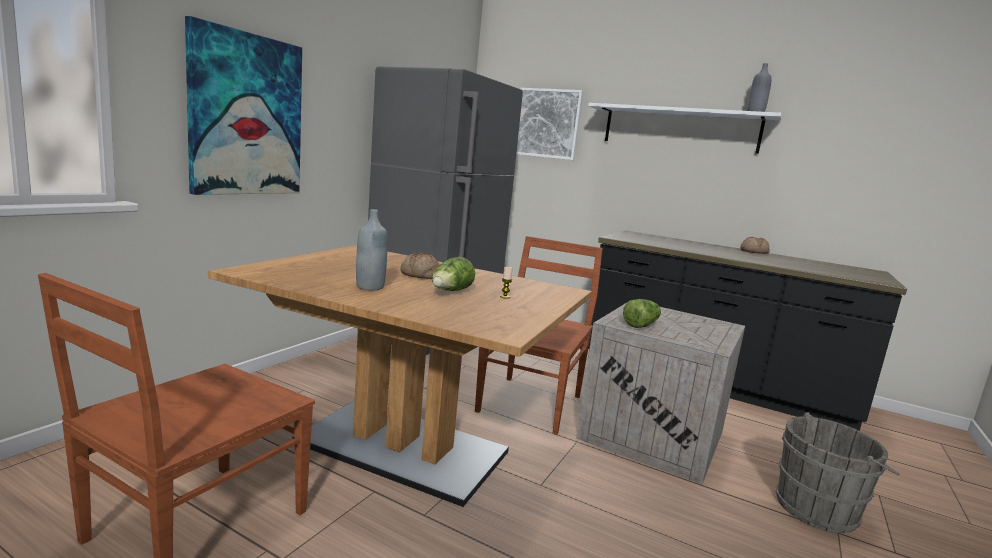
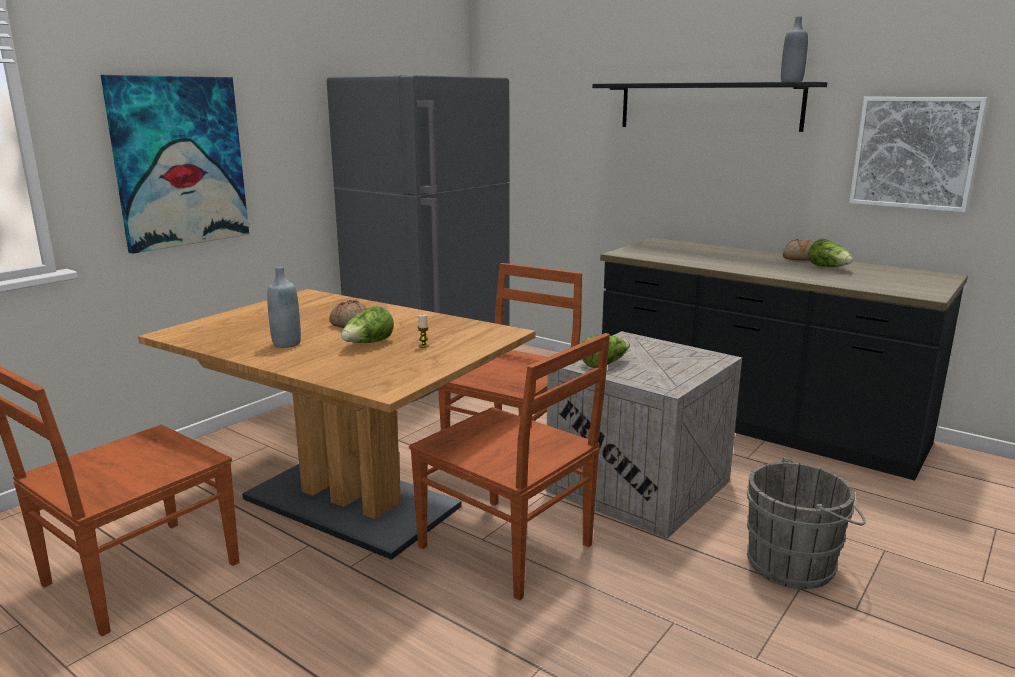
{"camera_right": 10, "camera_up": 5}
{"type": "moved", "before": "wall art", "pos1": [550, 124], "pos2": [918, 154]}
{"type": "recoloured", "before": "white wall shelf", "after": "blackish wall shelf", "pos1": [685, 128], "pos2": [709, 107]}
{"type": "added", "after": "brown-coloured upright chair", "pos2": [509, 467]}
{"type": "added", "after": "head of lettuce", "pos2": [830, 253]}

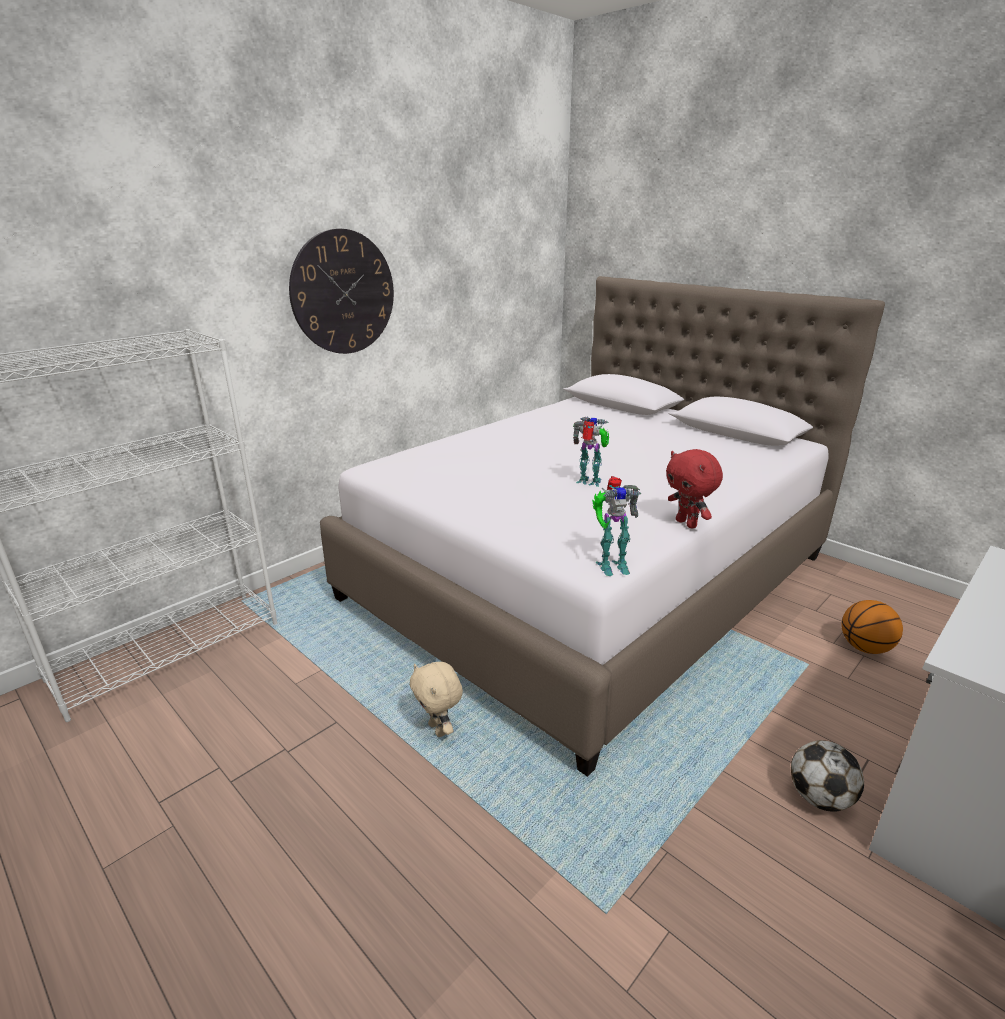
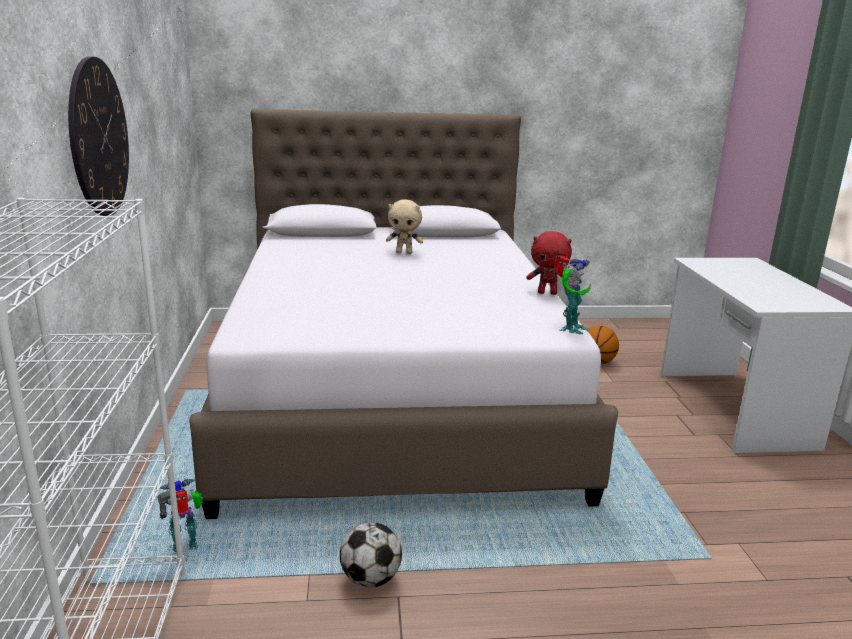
{"camera_right": -50, "camera_up": -5}
{"type": "moved", "before": "sand-coloured cuddly toy", "pos1": [436, 699], "pos2": [404, 227]}
{"type": "moved", "before": "toy robot", "pos1": [591, 452], "pos2": [180, 516]}
{"type": "moved", "before": "football", "pos1": [827, 776], "pos2": [371, 554]}

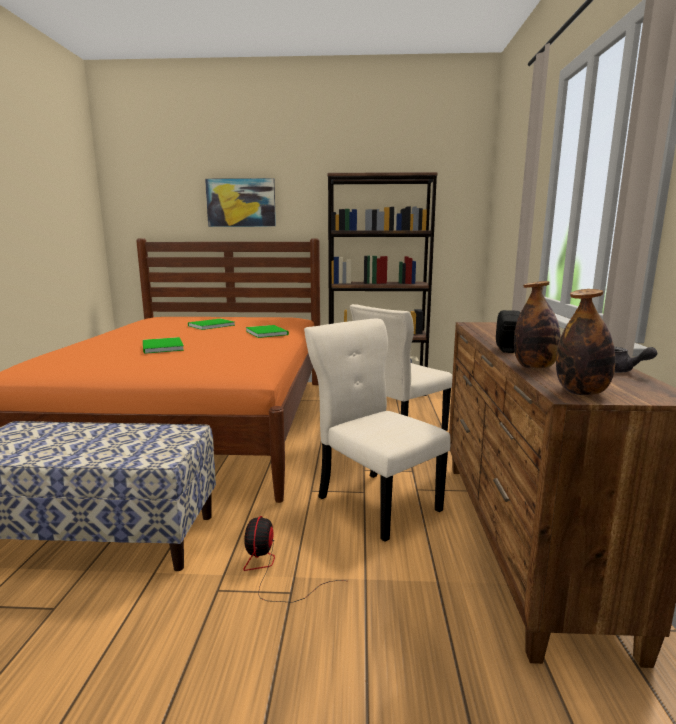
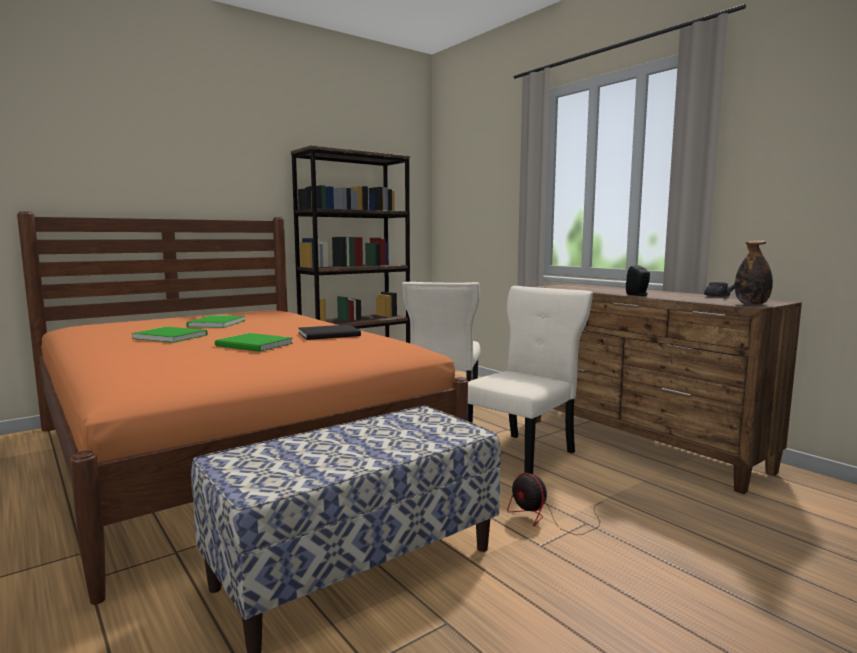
{"camera_right": -40, "camera_up": -5}
{"type": "removed", "before": "wall art", "pos1": [240, 202]}
{"type": "moved", "before": "greenish bound book", "pos1": [267, 331], "pos2": [169, 335]}
{"type": "turned", "before": "sand-coloured upright chair", "pos1": [377, 430], "pos2": [530, 380], "turn": 120}
{"type": "removed", "before": "drink bottle", "pos1": [537, 325]}
{"type": "added", "after": "blackish bound book", "pos2": [330, 332]}

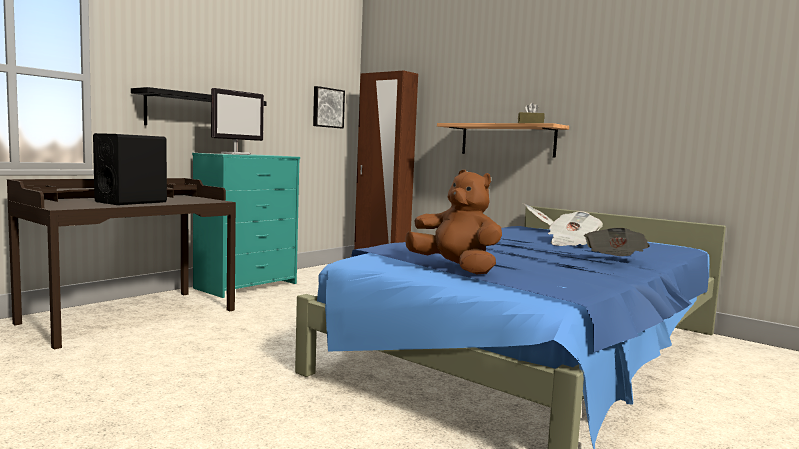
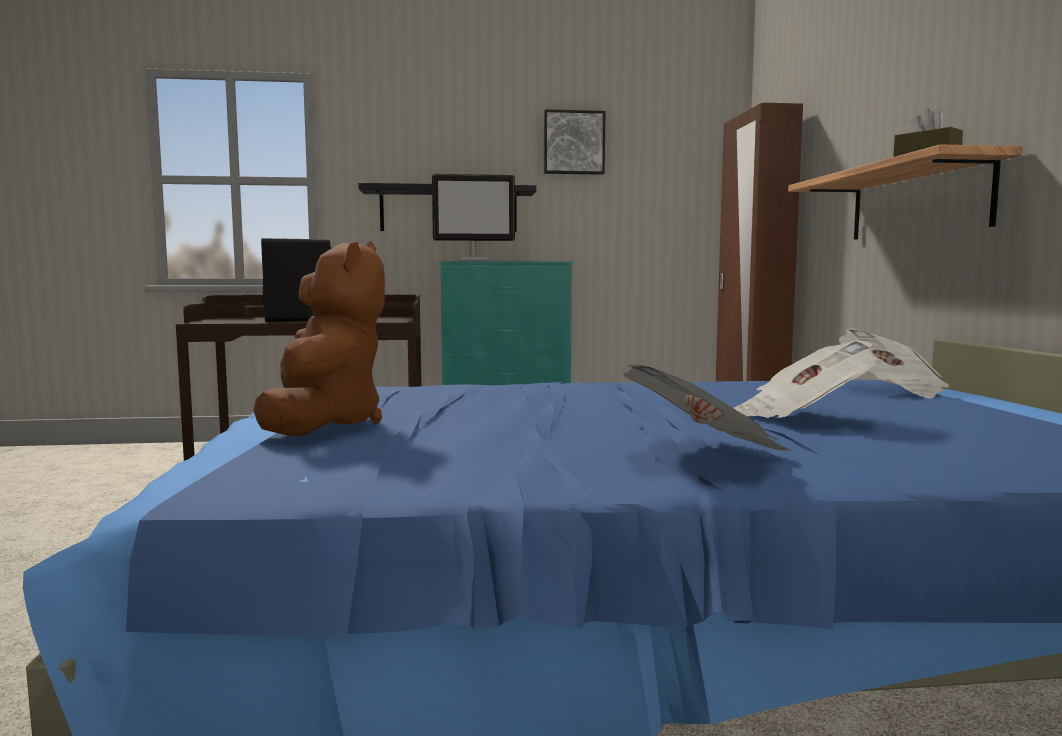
{"camera_right": 45, "camera_up": 0}
{"type": "moved", "before": "wall art", "pos1": [329, 107], "pos2": [574, 142]}

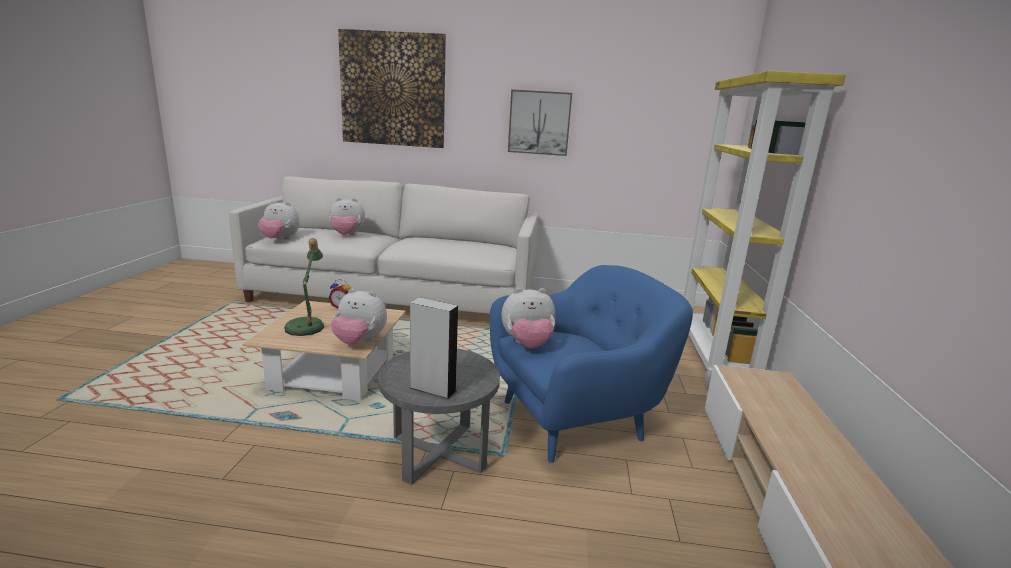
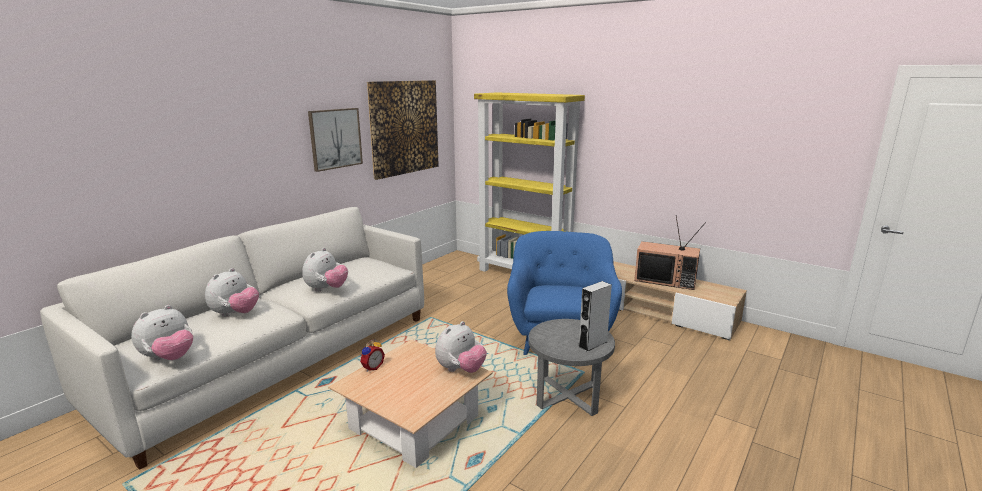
{"camera_right": -60, "camera_up": 0}
{"type": "removed", "before": "tabletop lamp", "pos1": [304, 287]}
{"type": "moved", "before": "wall art", "pos1": [392, 88], "pos2": [403, 130]}
{"type": "moved", "before": "cuddly toy", "pos1": [528, 318], "pos2": [325, 270]}
{"type": "added", "after": "TV", "pos2": [670, 253]}

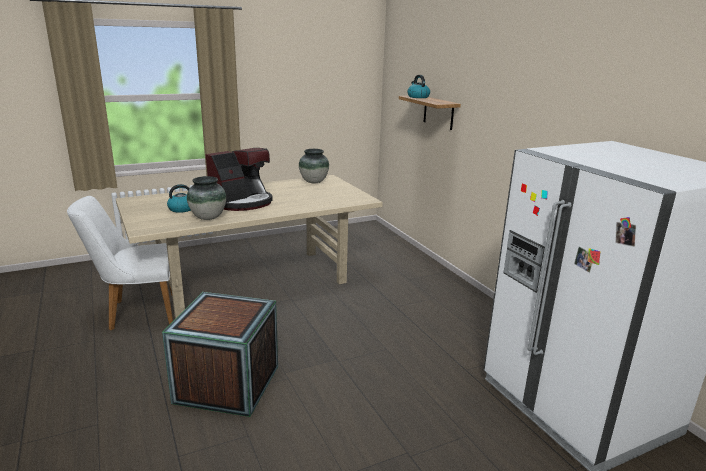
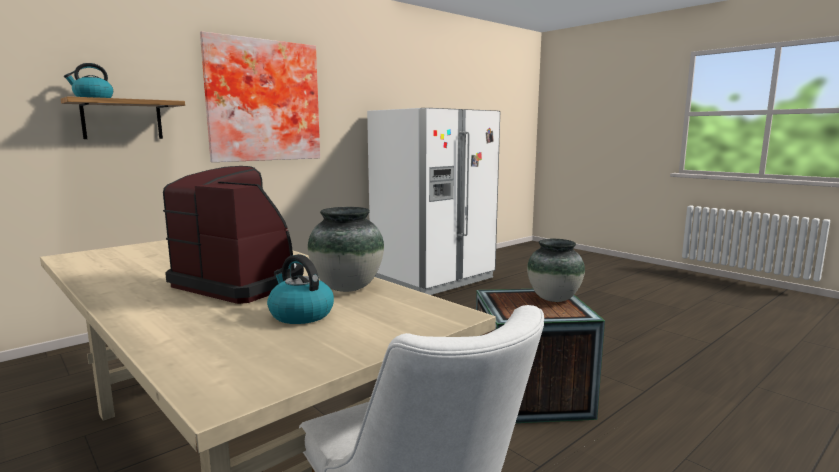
{"camera_right": -105, "camera_up": -10}
{"type": "moved", "before": "decorative vase", "pos1": [314, 166], "pos2": [556, 270]}
{"type": "added", "after": "wall art", "pos2": [260, 96]}

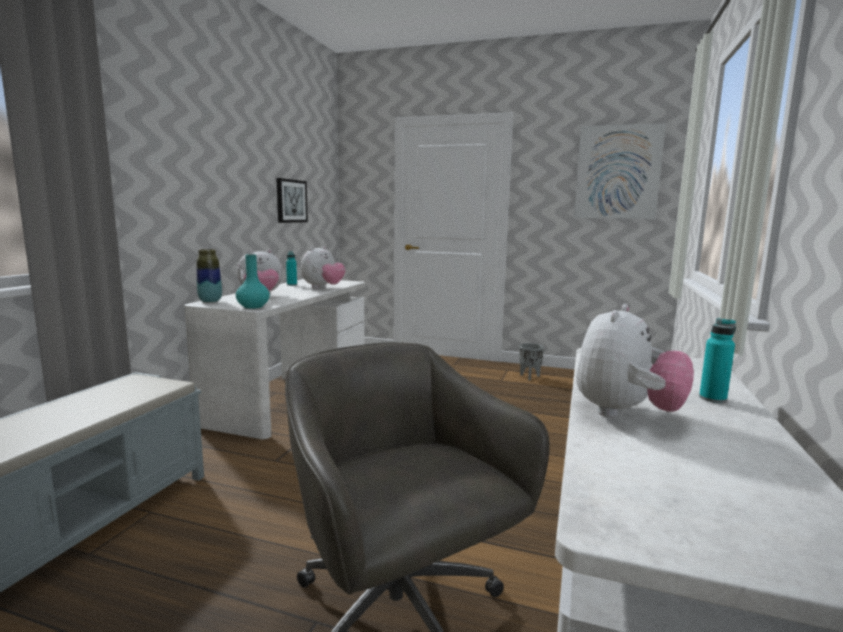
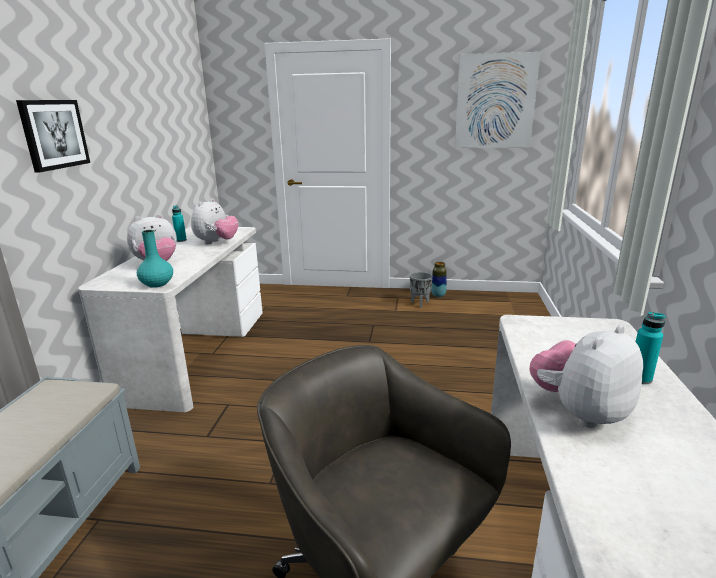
{"camera_right": -10, "camera_up": 10}
{"type": "moved", "before": "decorative vase", "pos1": [209, 276], "pos2": [439, 279]}
{"type": "moved", "before": "wall art", "pos1": [292, 200], "pos2": [53, 136]}
{"type": "turned", "before": "cuddly toy", "pos1": [635, 360], "pos2": [586, 376], "turn": -150}

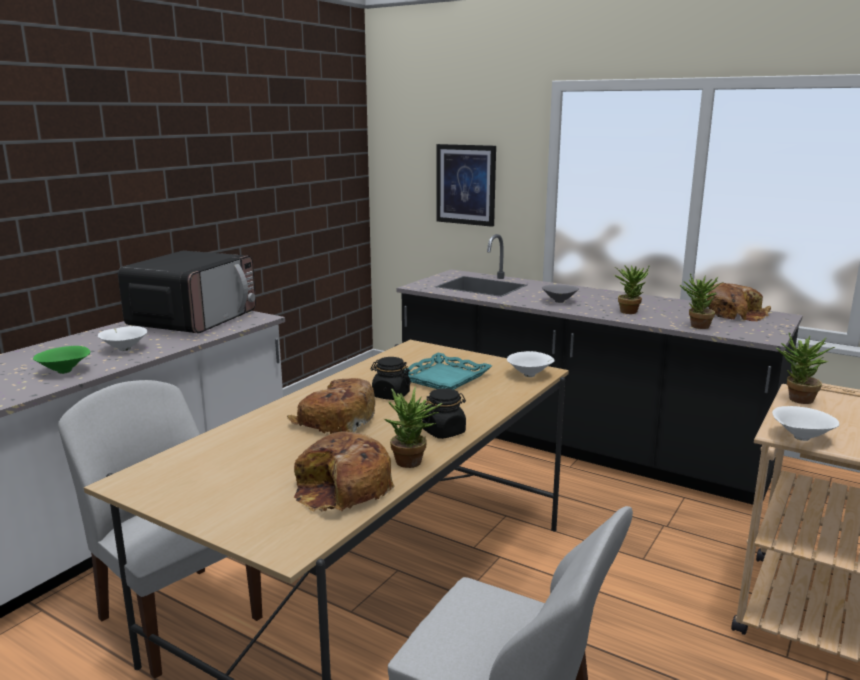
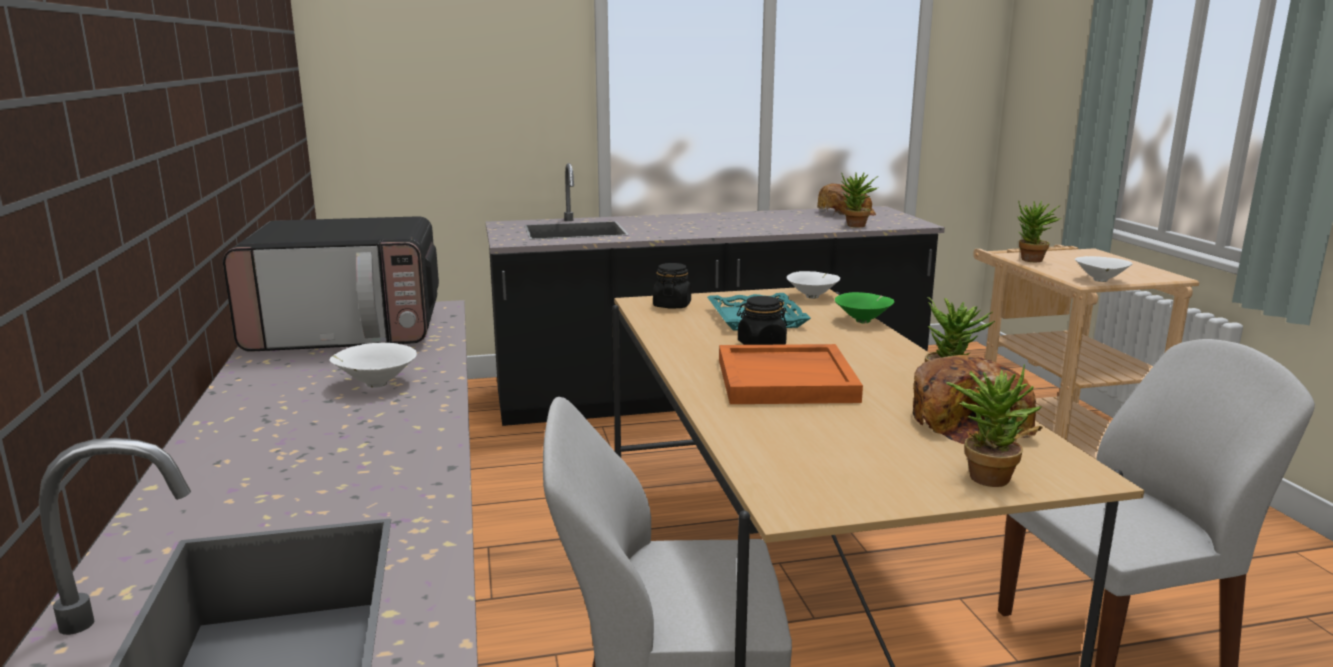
{"camera_right": -45, "camera_up": 0}
{"type": "moved", "before": "greenish deep dish", "pos1": [61, 360], "pos2": [865, 307]}
{"type": "turned", "before": "microwave oven", "pos1": [187, 292], "pos2": [331, 284], "turn": 105}
{"type": "replaced", "before": "bread", "after": "orange carrying tray", "pos1": [331, 406], "pos2": [791, 374]}
{"type": "moved", "before": "blackish jar", "pos1": [444, 413], "pos2": [672, 286]}
{"type": "removed", "before": "wall art", "pos1": [466, 185]}
{"type": "removed", "before": "grey deep dish", "pos1": [560, 294]}
{"type": "moved", "before": "plant in a pot", "pos1": [632, 289], "pos2": [994, 425]}

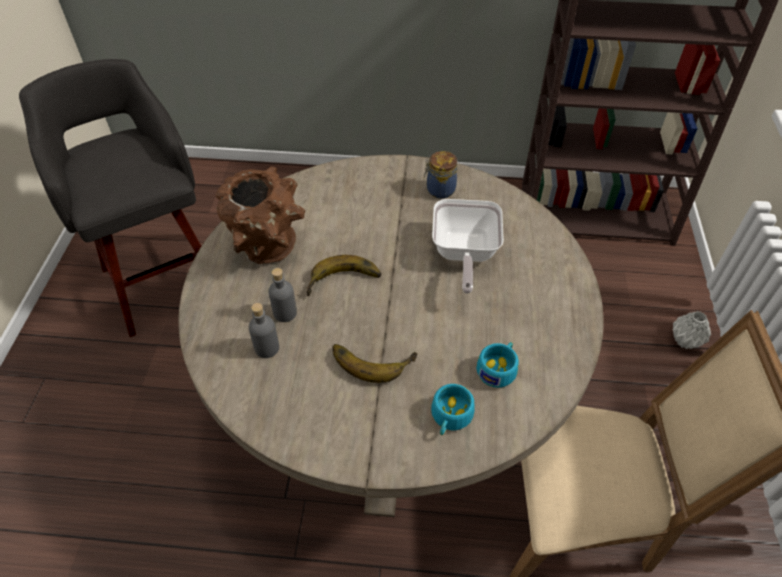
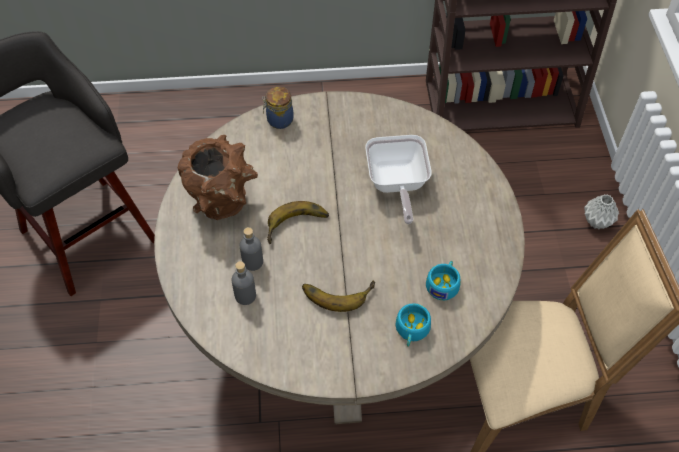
{"camera_right": -10, "camera_up": 5}
{"type": "moved", "before": "jar", "pos1": [441, 174], "pos2": [278, 108]}

